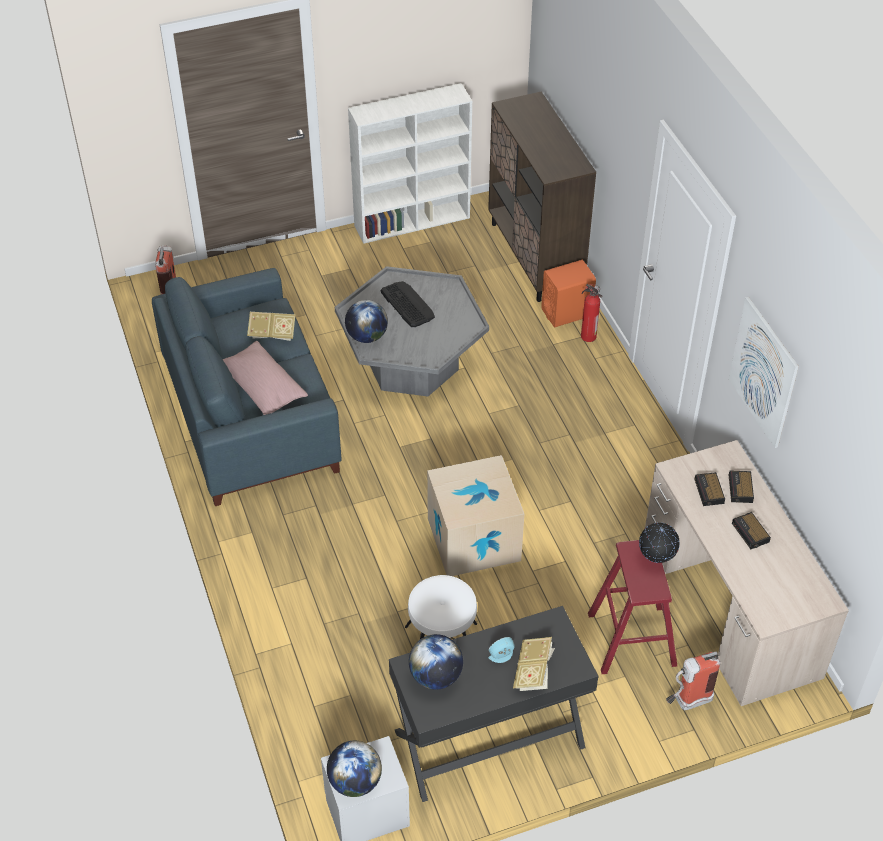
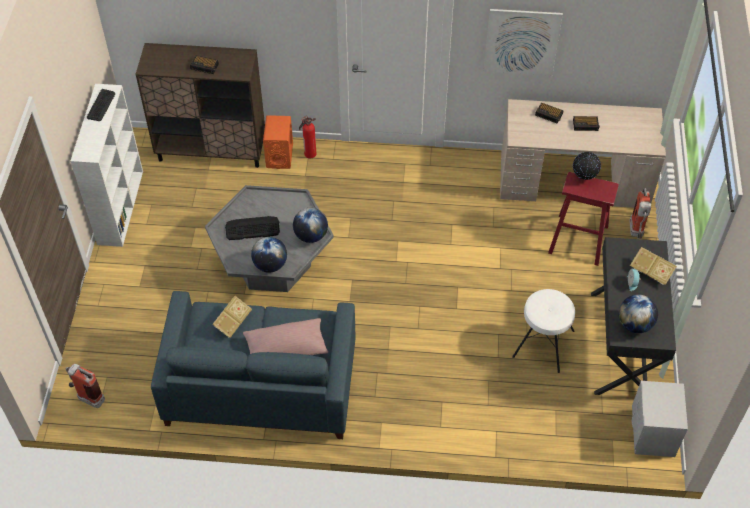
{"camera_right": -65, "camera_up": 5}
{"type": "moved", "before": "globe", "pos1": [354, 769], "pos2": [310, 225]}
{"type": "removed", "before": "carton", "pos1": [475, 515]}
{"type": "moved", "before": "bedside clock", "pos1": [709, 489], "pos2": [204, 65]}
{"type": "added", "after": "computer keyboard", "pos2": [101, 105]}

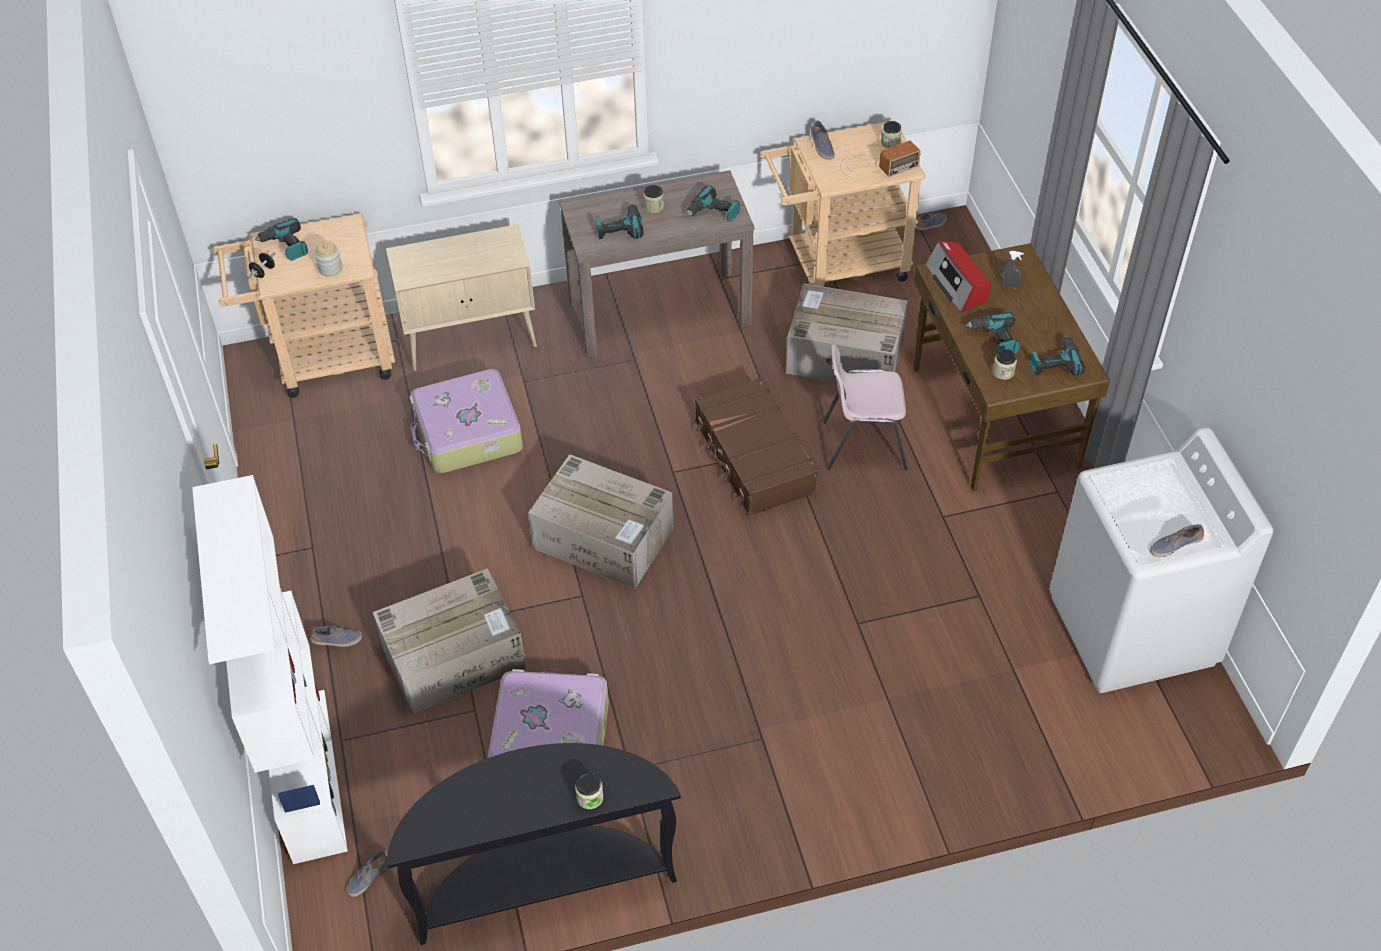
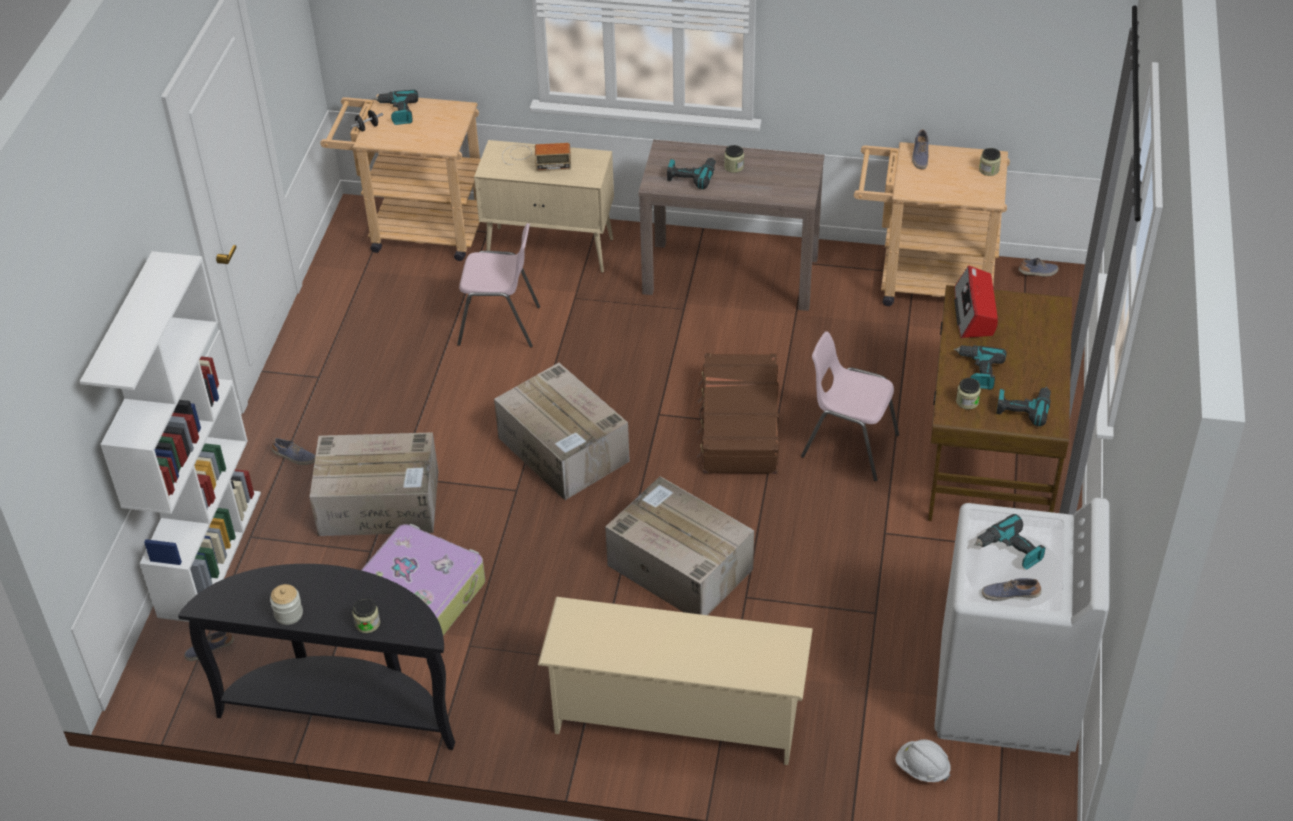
{"camera_right": 25, "camera_up": -5}
{"type": "moved", "before": "jar", "pos1": [329, 259], "pos2": [286, 604]}
{"type": "replaced", "before": "suitcase", "after": "pink upright chair", "pos1": [466, 421], "pos2": [498, 285]}
{"type": "moved", "before": "power drill", "pos1": [713, 203], "pos2": [1009, 542]}
{"type": "moved", "before": "carton", "pos1": [847, 333], "pos2": [679, 545]}
{"type": "moved", "before": "radio", "pos1": [880, 159], "pos2": [536, 157]}
{"type": "removed", "before": "grey sprayer", "pos1": [1012, 269]}
{"type": "added", "after": "sand-coloured shoe stand", "pos2": [675, 681]}
{"type": "added", "after": "white work helmet", "pos2": [923, 760]}

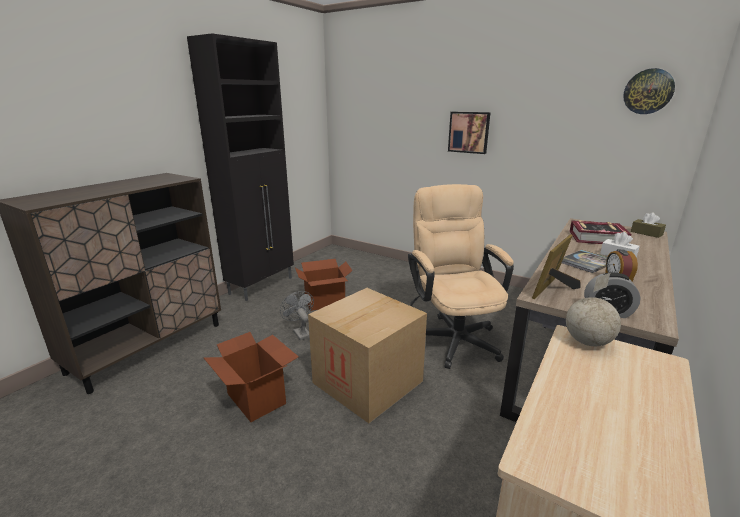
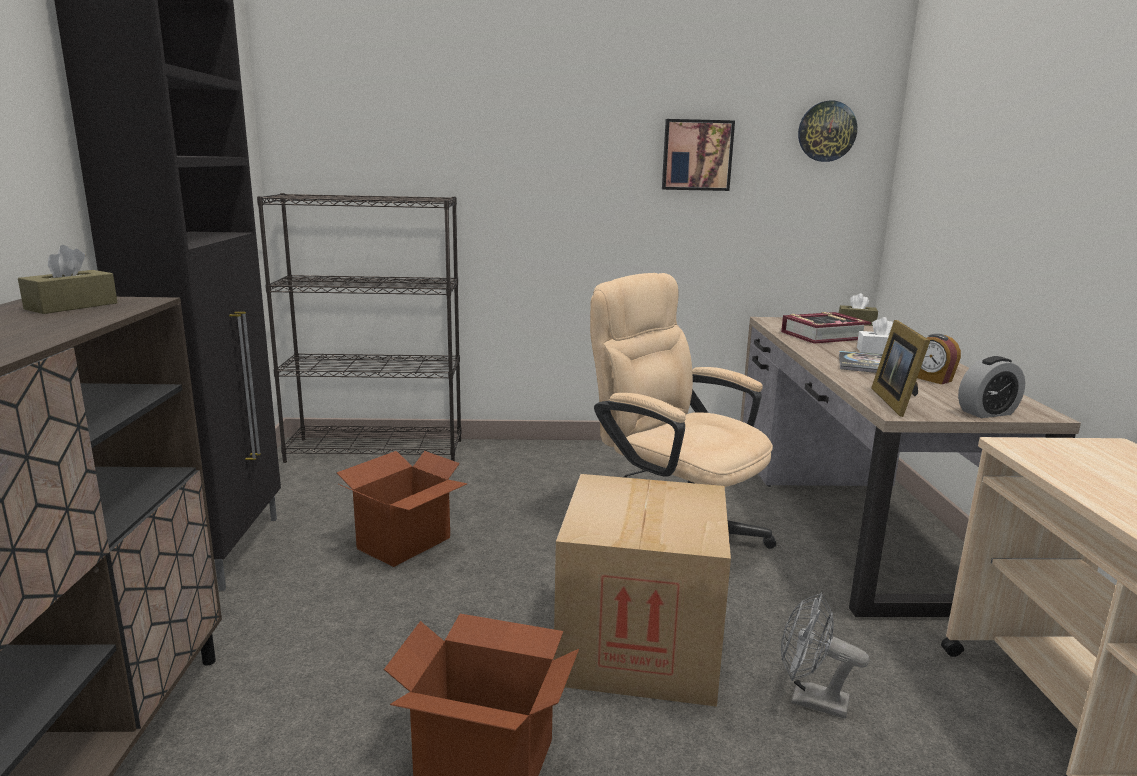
{"camera_right": -35, "camera_up": -5}
{"type": "moved", "before": "grey electric fan", "pos1": [297, 315], "pos2": [825, 656]}
{"type": "moved", "before": "wall art", "pos1": [469, 133], "pos2": [698, 155]}
{"type": "removed", "before": "globe", "pos1": [593, 309]}
{"type": "added", "after": "brown-coloured box of tissues", "pos2": [68, 279]}
{"type": "added", "after": "blackish shelving unit", "pos2": [359, 328]}

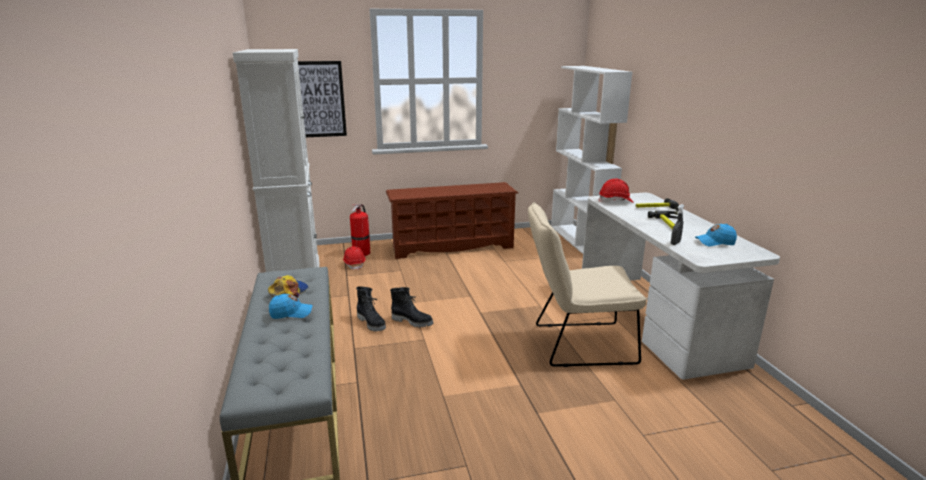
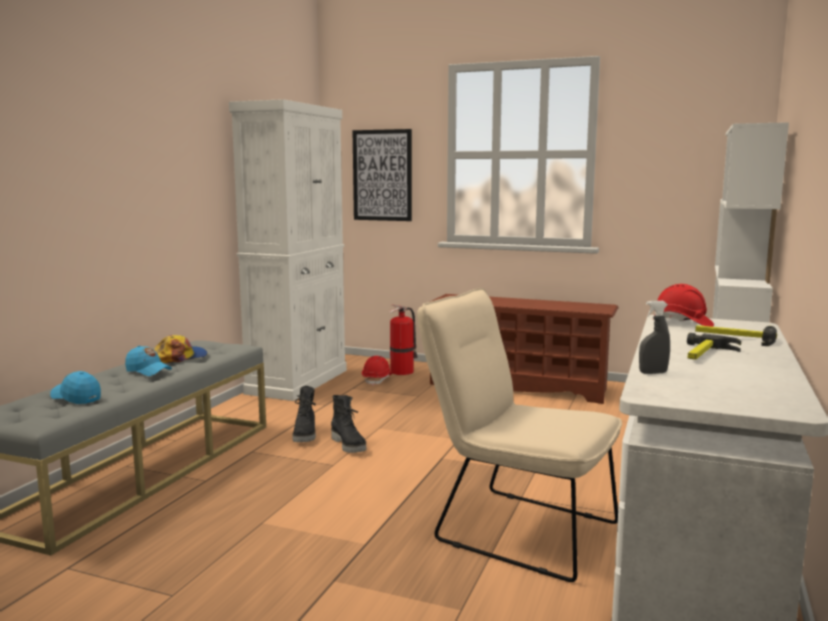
{"camera_right": 35, "camera_up": -10}
{"type": "moved", "before": "blue-coloured peaked cap", "pos1": [716, 235], "pos2": [75, 387]}

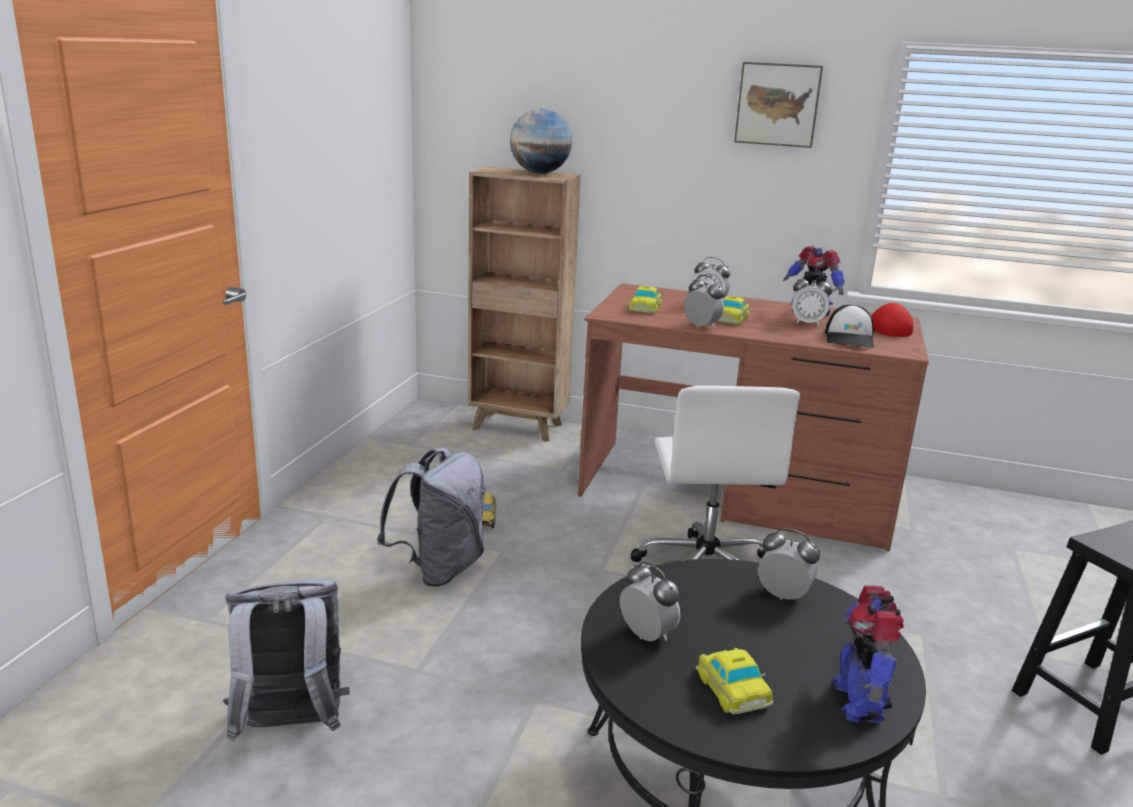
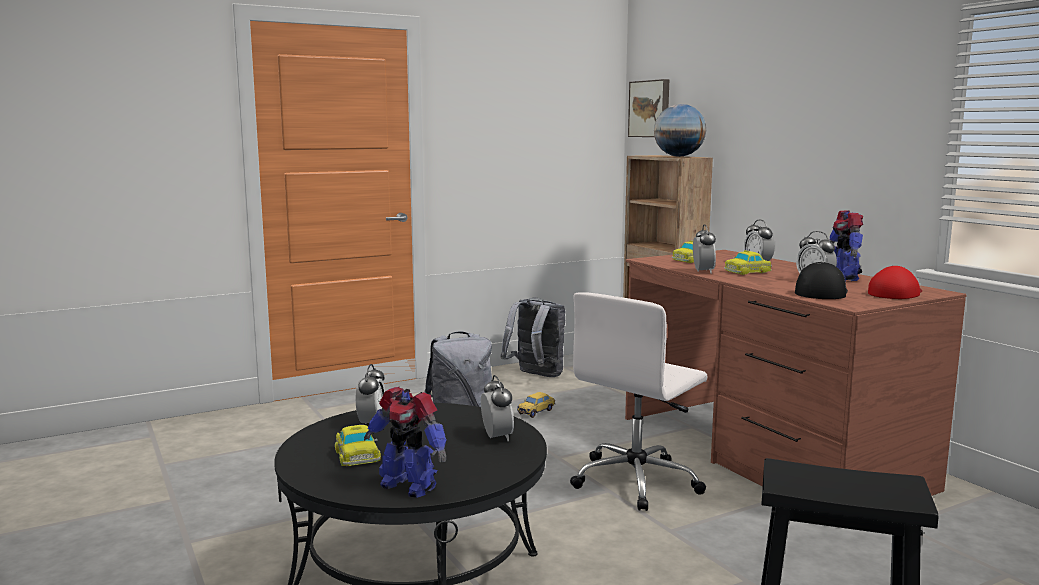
{"camera_right": 45, "camera_up": -10}
{"type": "moved", "before": "grey backpack", "pos1": [286, 660], "pos2": [533, 337]}
{"type": "turned", "before": "toy car", "pos1": [734, 681], "pos2": [358, 445], "turn": -45}
{"type": "moved", "before": "wall art", "pos1": [778, 105], "pos2": [648, 108]}
{"type": "turned", "before": "peaked cap", "pos1": [849, 326], "pos2": [821, 280], "turn": 150}
{"type": "turned", "before": "toy robot", "pos1": [868, 654], "pos2": [405, 442], "turn": -105}

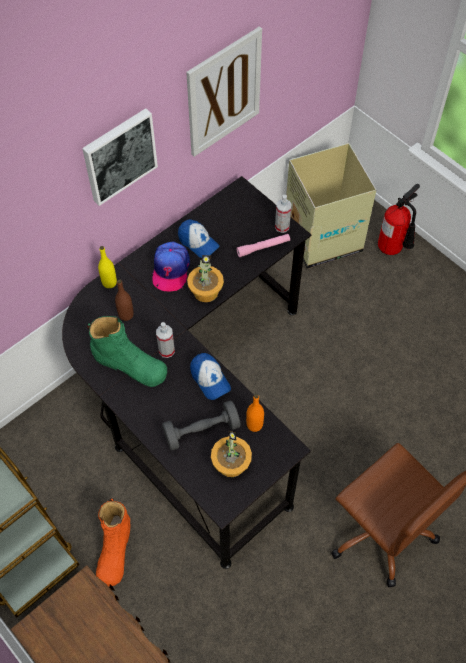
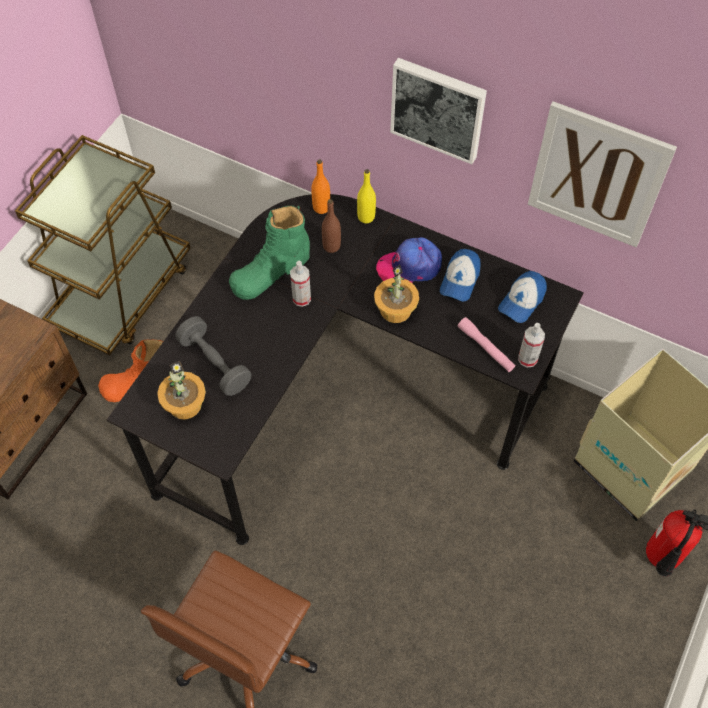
{"camera_right": 70, "camera_up": 0}
{"type": "turned", "before": "greenish tall boot", "pos1": [127, 351], "pos2": [269, 252], "turn": 45}
{"type": "moved", "before": "peaked cap", "pos1": [210, 376], "pos2": [522, 297]}
{"type": "moved", "before": "orange drink bottle", "pos1": [255, 413], "pos2": [320, 187]}

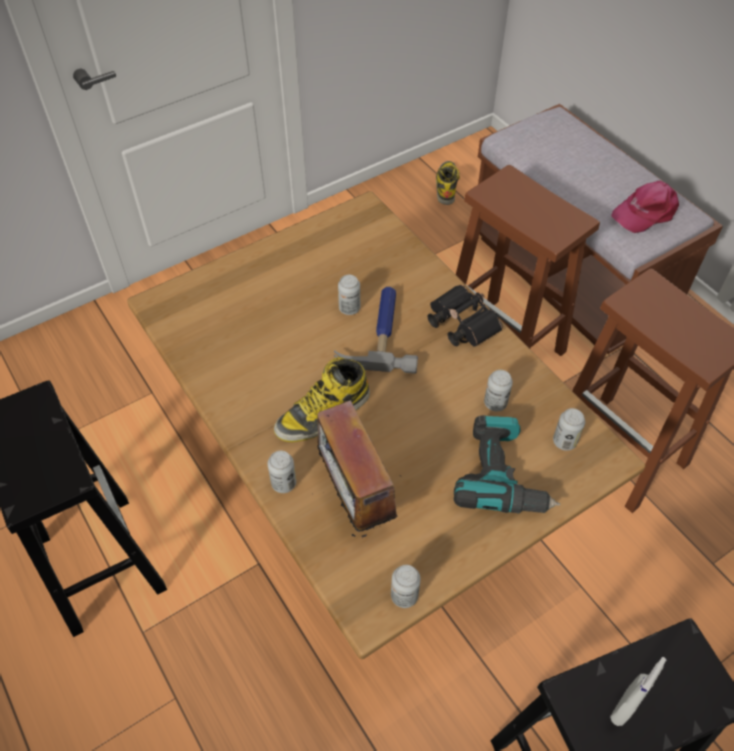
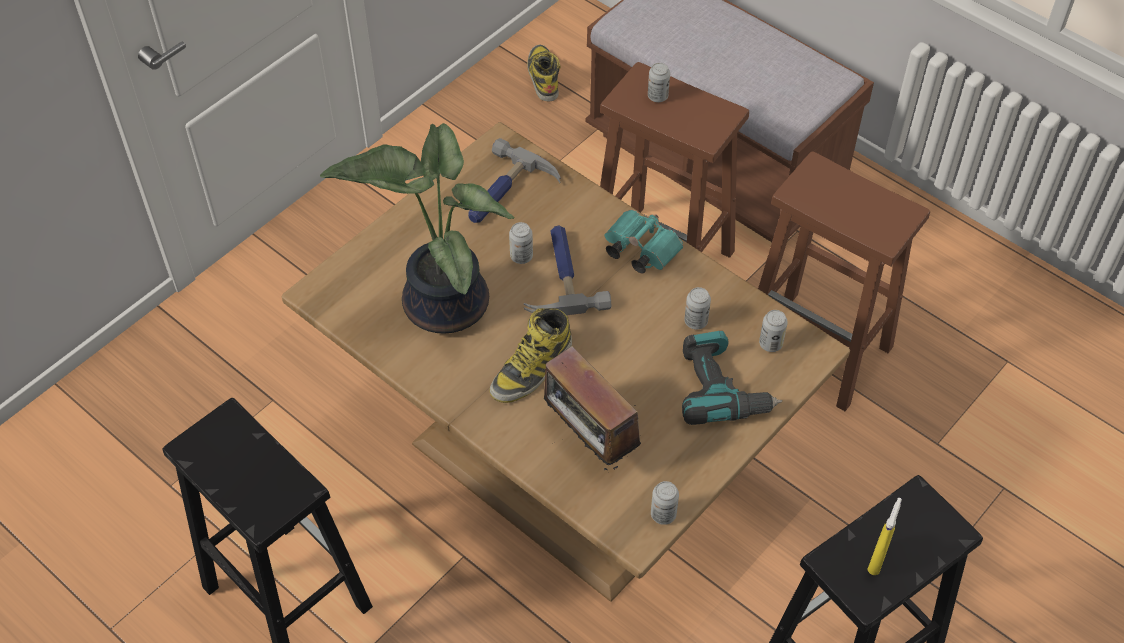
{"camera_right": -15, "camera_up": 0}
{"type": "moved", "before": "metal can", "pos1": [281, 471], "pos2": [659, 82]}
{"type": "recoloured", "before": "blackish binoculars", "after": "turquoise-coloured binoculars", "pos1": [464, 316], "pos2": [643, 241]}
{"type": "recoloured", "before": "white sprayer", "after": "yellowish sprayer", "pos1": [638, 691], "pos2": [884, 536]}
{"type": "removed", "before": "pink peaked cap", "pos1": [645, 206]}
{"type": "added", "after": "plant in a pot", "pos2": [417, 228]}
{"type": "added", "after": "tool hammer", "pos2": [514, 180]}

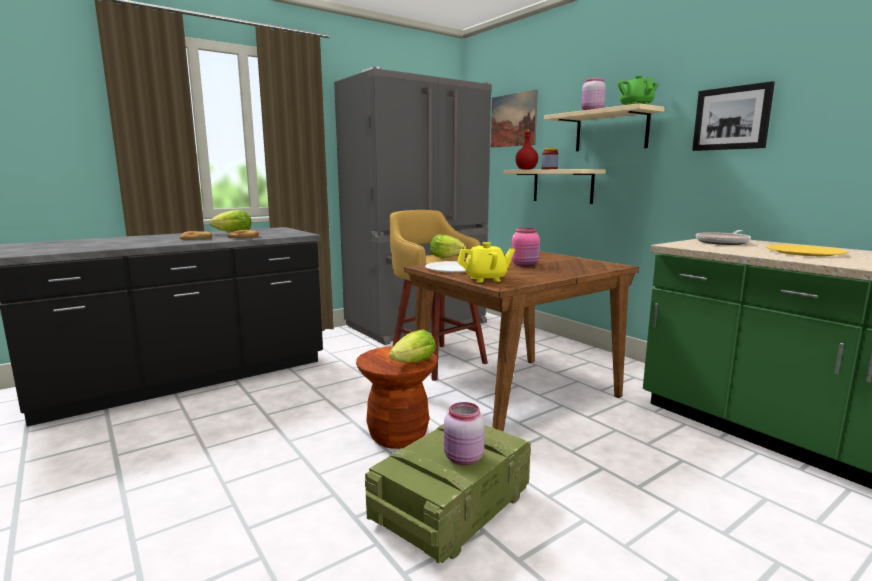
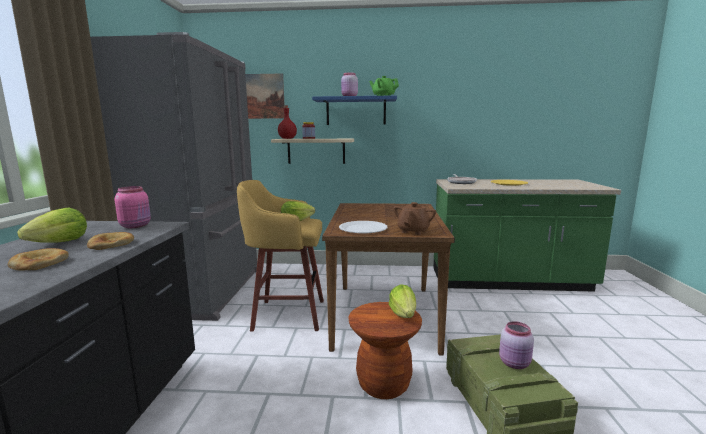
{"camera_right": -50, "camera_up": 0}
{"type": "recoloured", "before": "yellowish teapot", "after": "brown-coloured teapot", "pos1": [486, 262], "pos2": [414, 218]}
{"type": "moved", "before": "pink jar", "pos1": [526, 247], "pos2": [133, 207]}
{"type": "recoloured", "before": "sand-coloured wall shelf", "after": "blue-coloured wall shelf", "pos1": [604, 127], "pos2": [354, 110]}
{"type": "removed", "before": "wall art", "pos1": [733, 116]}

